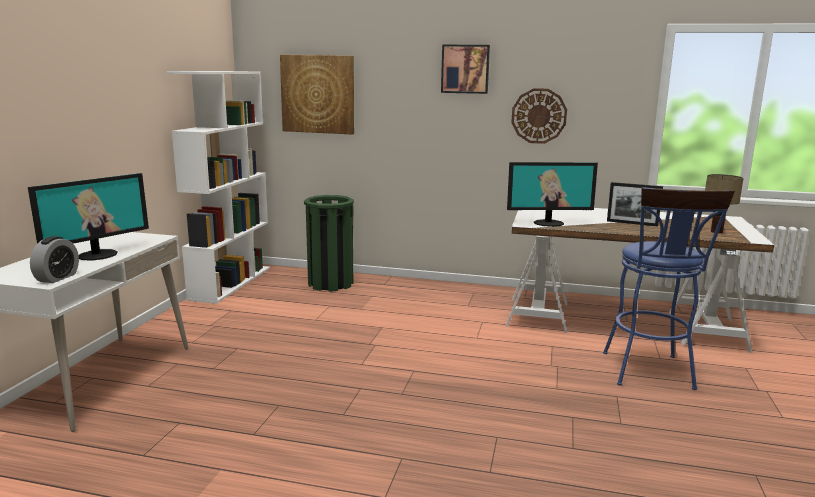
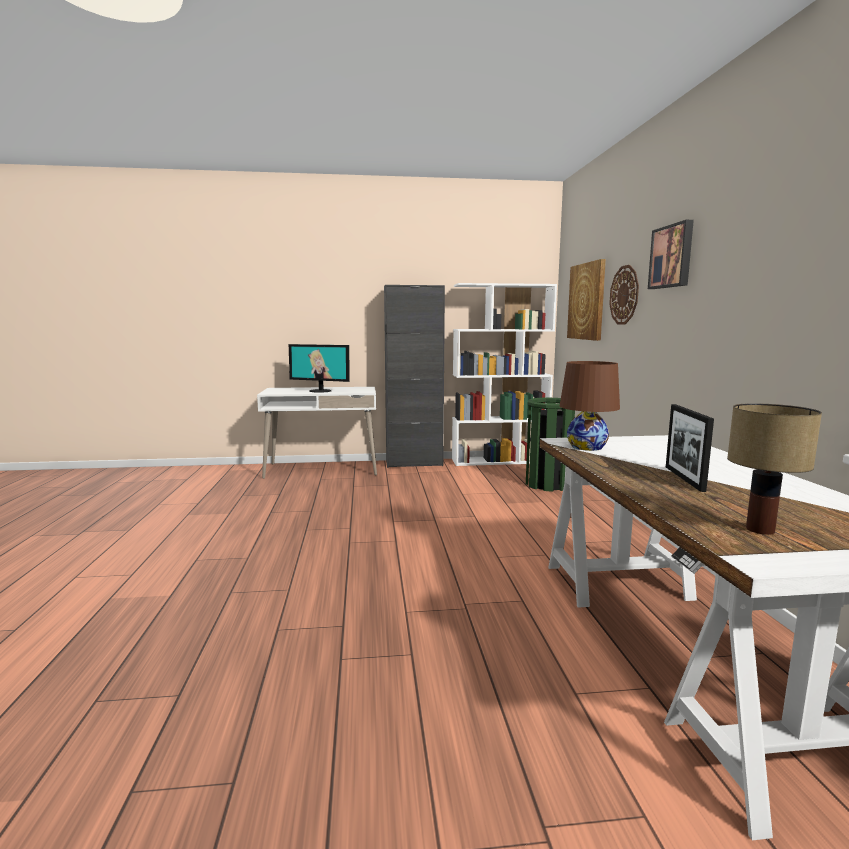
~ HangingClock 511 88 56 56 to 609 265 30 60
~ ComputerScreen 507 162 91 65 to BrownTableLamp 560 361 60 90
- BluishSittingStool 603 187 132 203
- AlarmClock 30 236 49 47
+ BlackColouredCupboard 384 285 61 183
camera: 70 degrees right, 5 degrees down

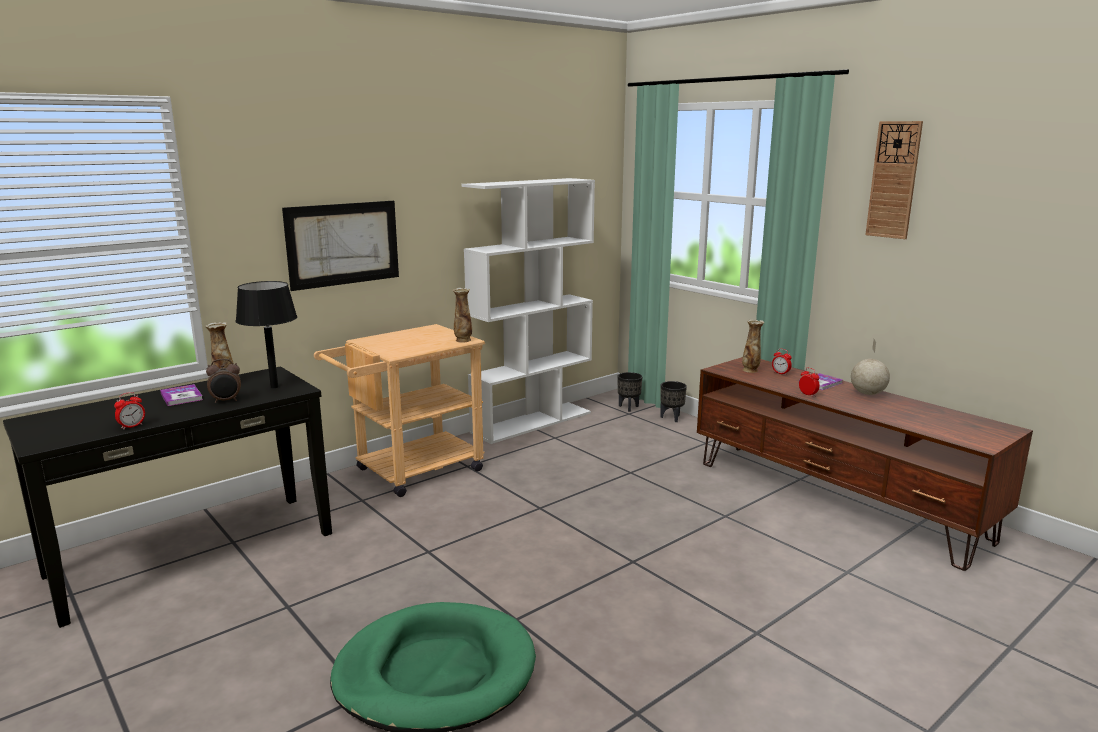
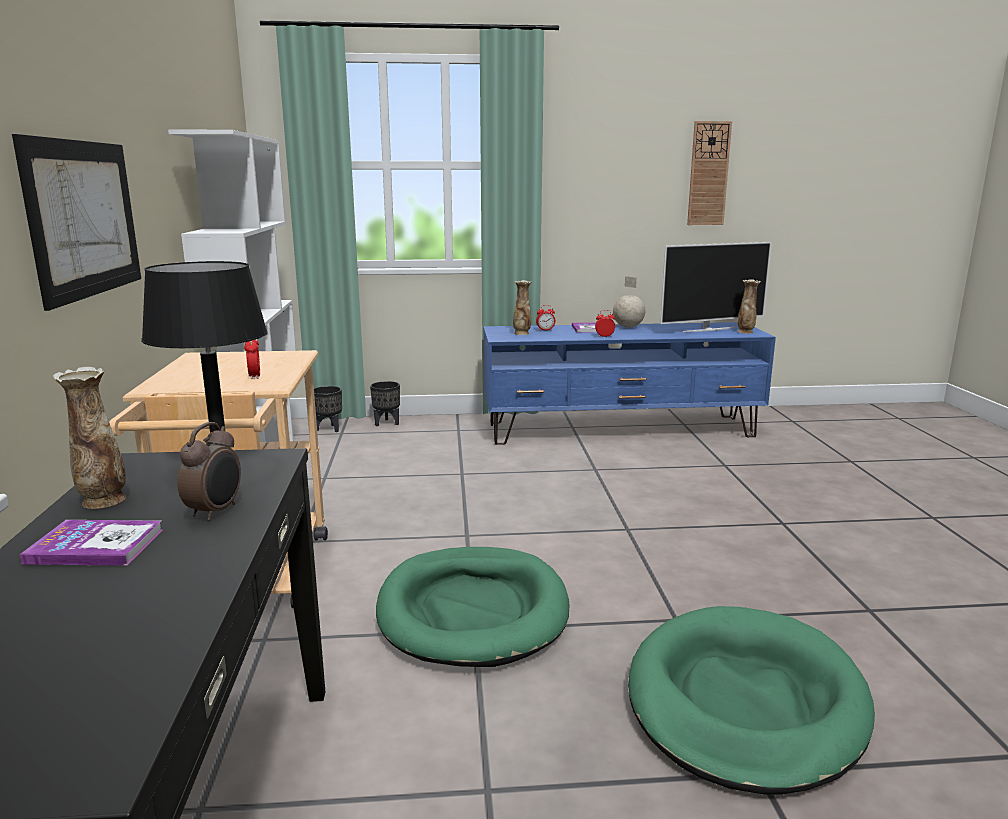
~ HangingClock 865 121 58 118 to 687 121 45 104
~ Vase 453 288 19 55 to 737 279 24 55
~ BrownTvStand 697 357 336 214 to BluishTvStand 484 322 292 123
~ AlarmClock 114 392 31 38 to 244 340 16 39
+ Tv 660 242 111 90
+ GreenColouredPetBed 376 547 193 120
camera: 55 degrees left, 0 degrees up

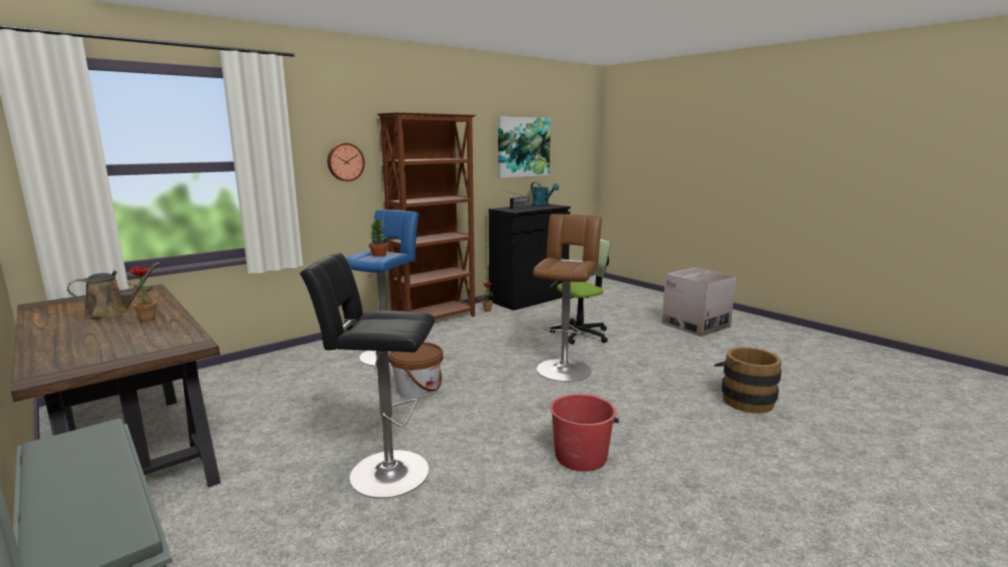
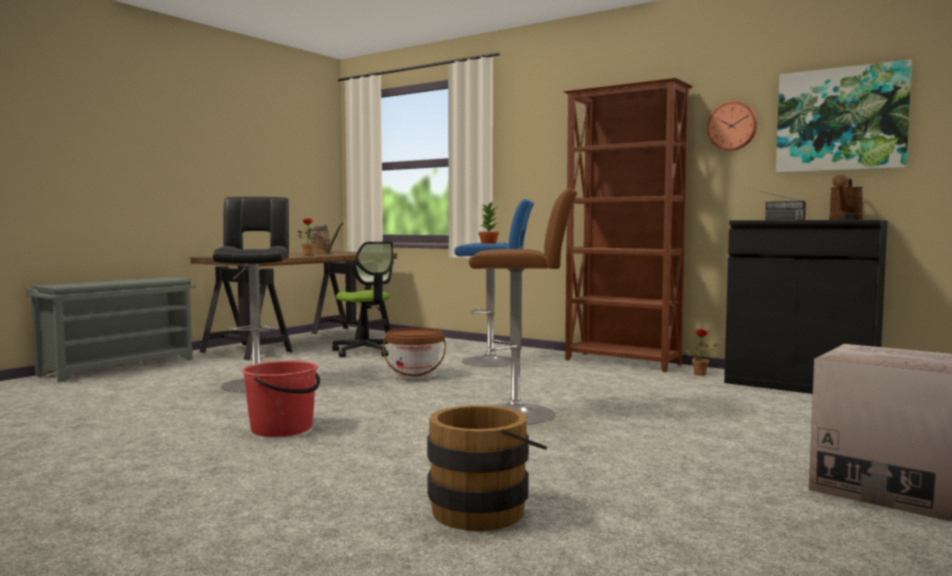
~ HangingClock 327 143 38 38 to 707 101 50 50
~ BlueGreenWateringPot 531 182 28 24 to BrownWateringPot 829 175 34 45
~ DeskChair 550 239 61 105 to 332 241 62 116
camera: 75 degrees right, 10 degrees down

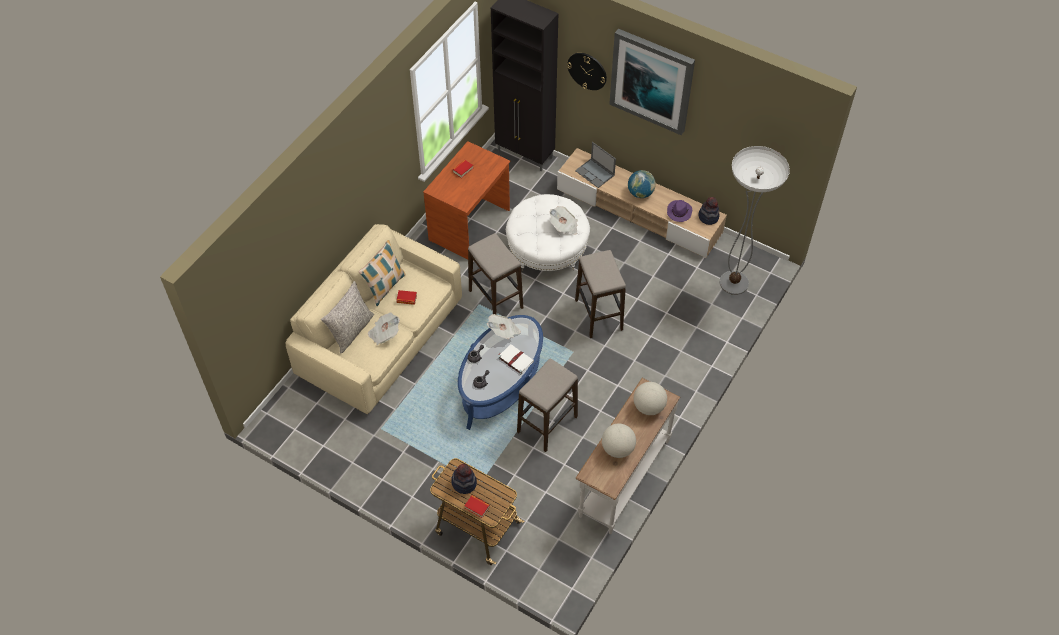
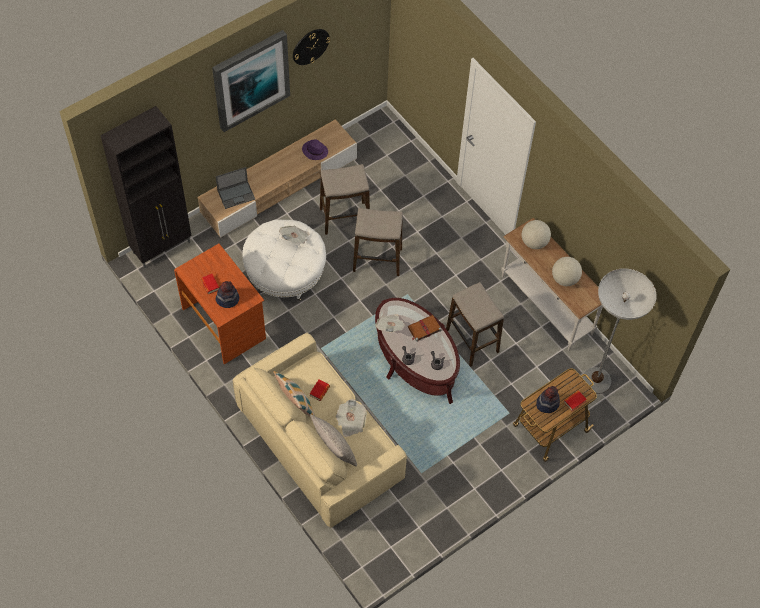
~ HangingClock 567 53 40 37 to 293 29 37 36
~ FloorLamp 720 146 70 149 to 582 269 75 125
- DeskGlobe 628 170 28 28
~ Hat 698 197 22 28 to 215 281 24 27
~ SittingStool 468 233 55 81 to 320 164 50 71
~ BluishCoffeeTable 458 315 85 115 to BrownCoffeeTable 375 298 85 106
~ WhitishBoundBook 498 344 36 31 to BrownBoundBook 408 315 33 27
camera: 70 degrees left, 5 degrees up

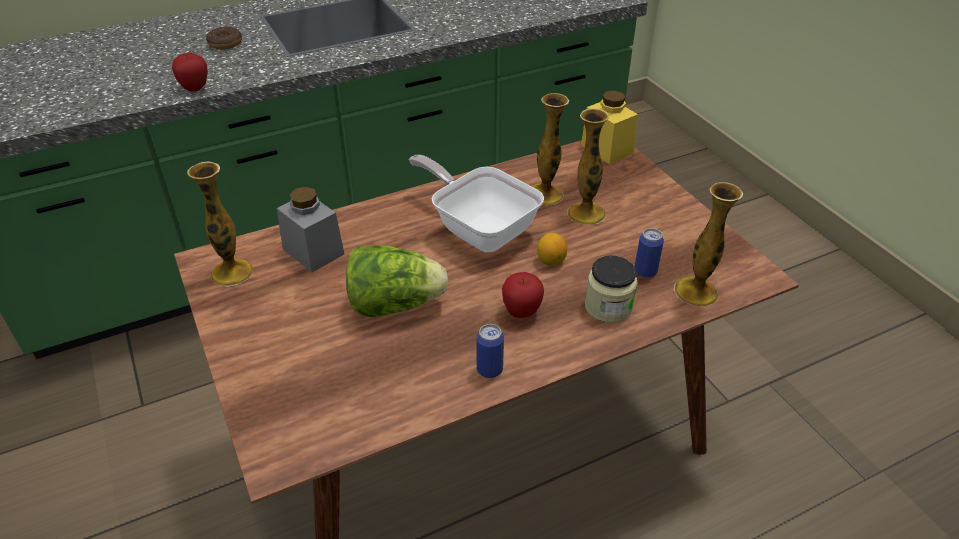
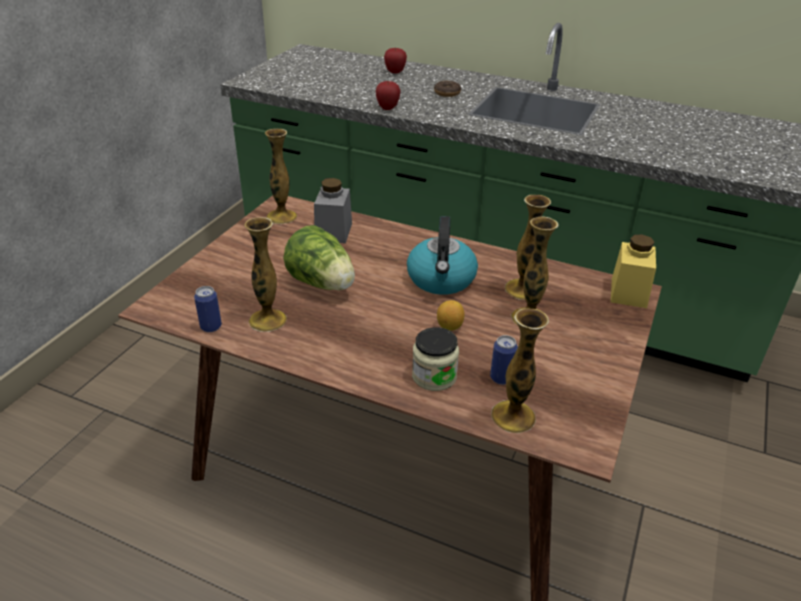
~ Pan 409 155 135 97 to Kettle 407 216 71 79
~ WholeApple 502 272 42 46 to 384 47 23 26
~ Can 477 324 27 54 to 194 286 28 46
+ Vase 245 217 42 115
camera: 50 degrees right, 5 degrees down

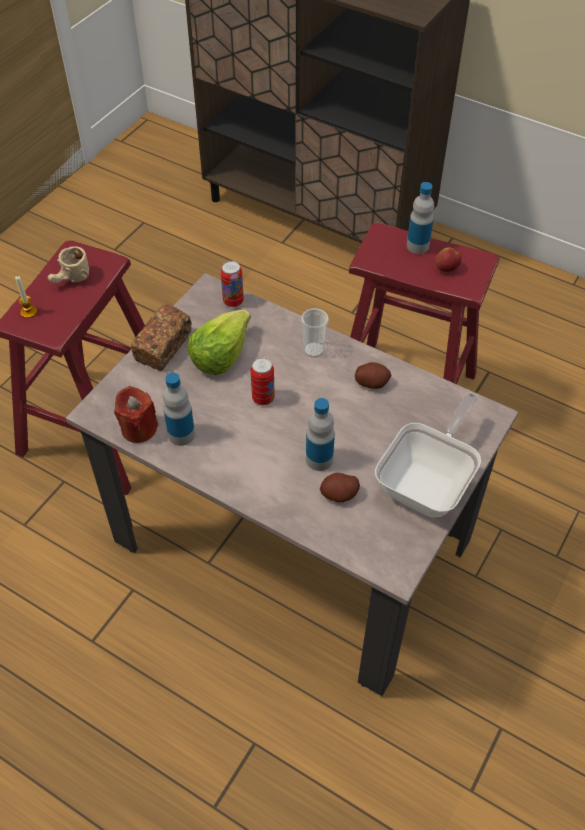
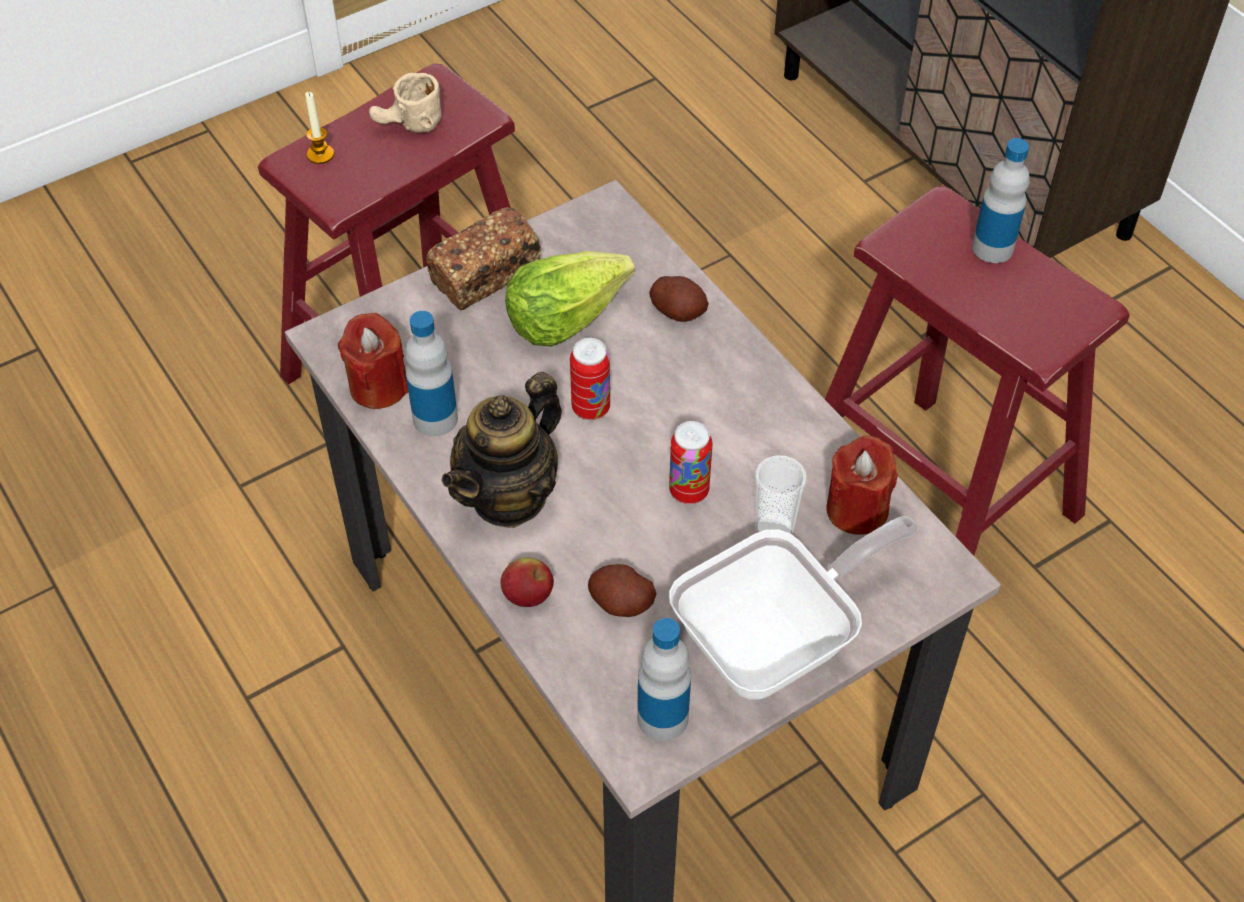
~ WholeApple 436 247 25 25 to 500 557 54 50
~ Can 221 261 23 46 to 669 421 44 83
~ Cup 301 308 28 50 to 755 455 52 79
~ Potato 355 362 37 27 to 649 276 60 46
~ DrinkBottle 306 398 29 73 to 637 618 54 123
+ Teapot 441 372 121 156
+ ReddishWaxCandle 826 436 72 99
camera: 25 degrees right, 0 degrees up

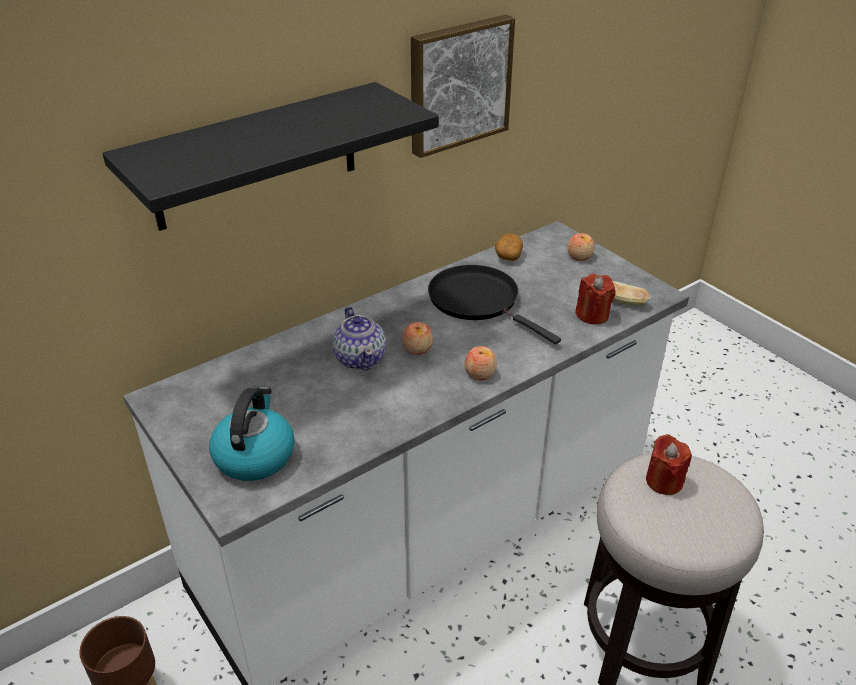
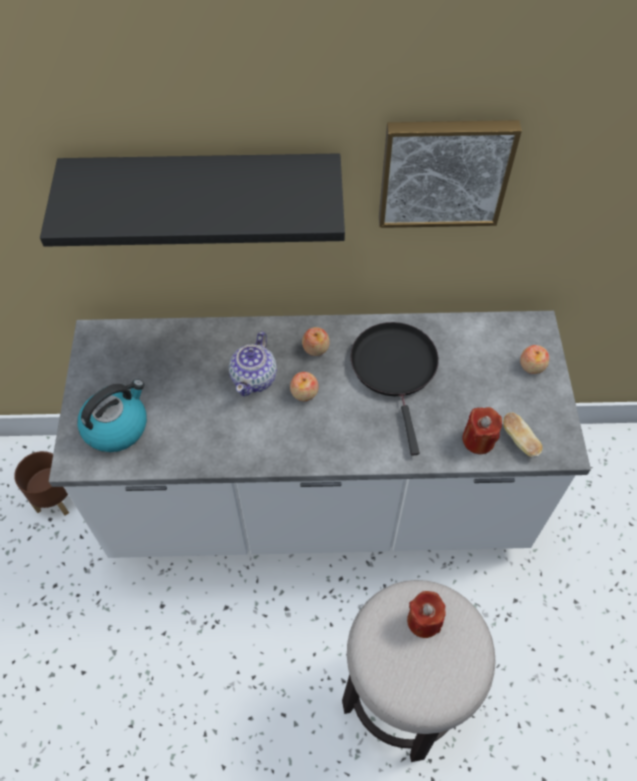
- Potato 495 233 28 28
~ WholeApple 464 346 33 34 to 302 327 28 29
camera: 35 degrees right, 20 degrees up

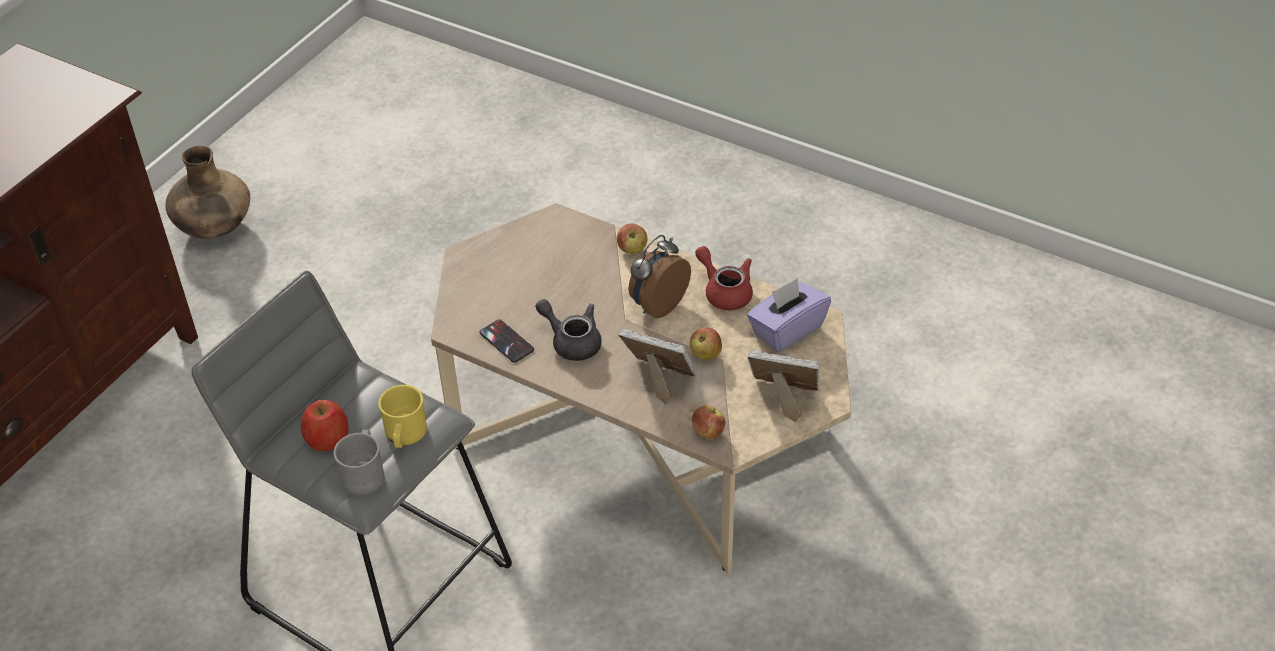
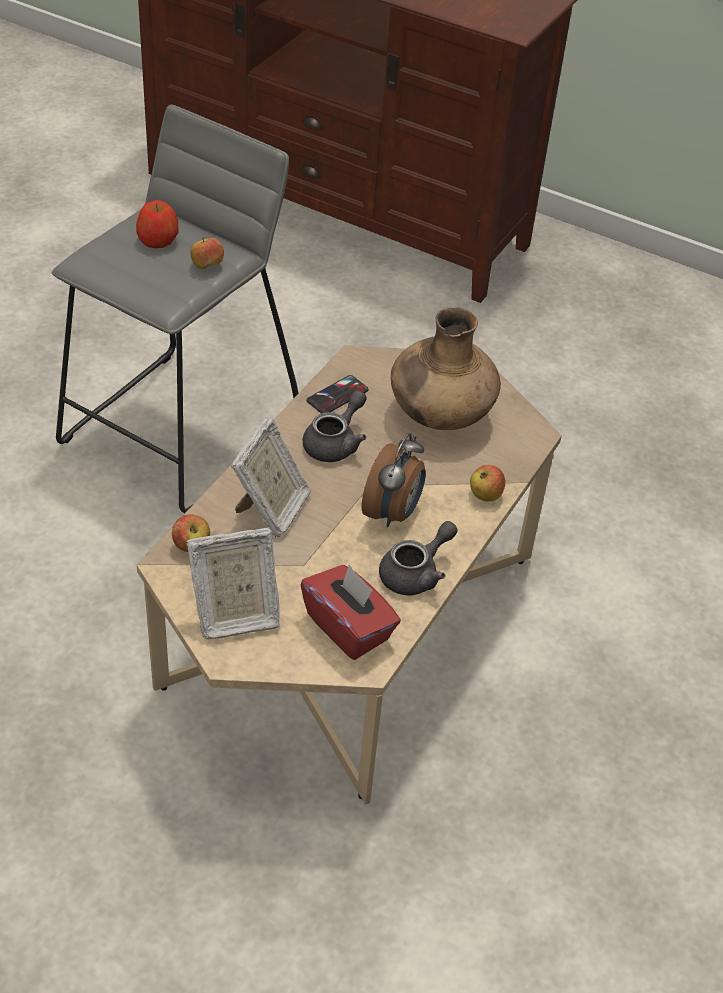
~ BrownVase 165 146 85 93 to 391 307 110 123
~ AlarmClock 628 235 63 83 = 362 433 64 94 75 degrees clockwise
~ ReddishTeapot 695 246 58 64 to GrayTeapot 379 521 79 74
~ PurplishTissueBox 747 278 84 75 to ReddishTissueBox 300 564 101 96
~ WholeApple 690 327 32 33 to 190 237 34 32
~ PhotoFrame 747 350 73 72 = 186 527 94 112 60 degrees clockwise
- YellowishTeaMug 378 385 49 63
- GrayTeaMug 334 430 50 65
camera: 85 degrees right, 0 degrees up

